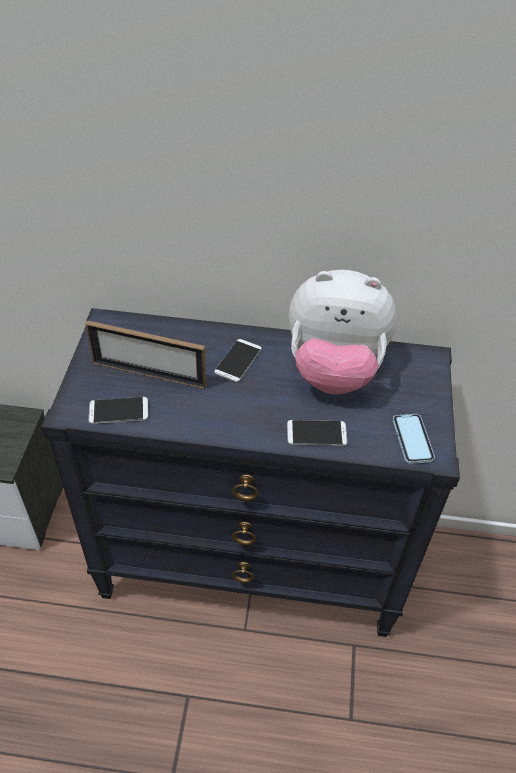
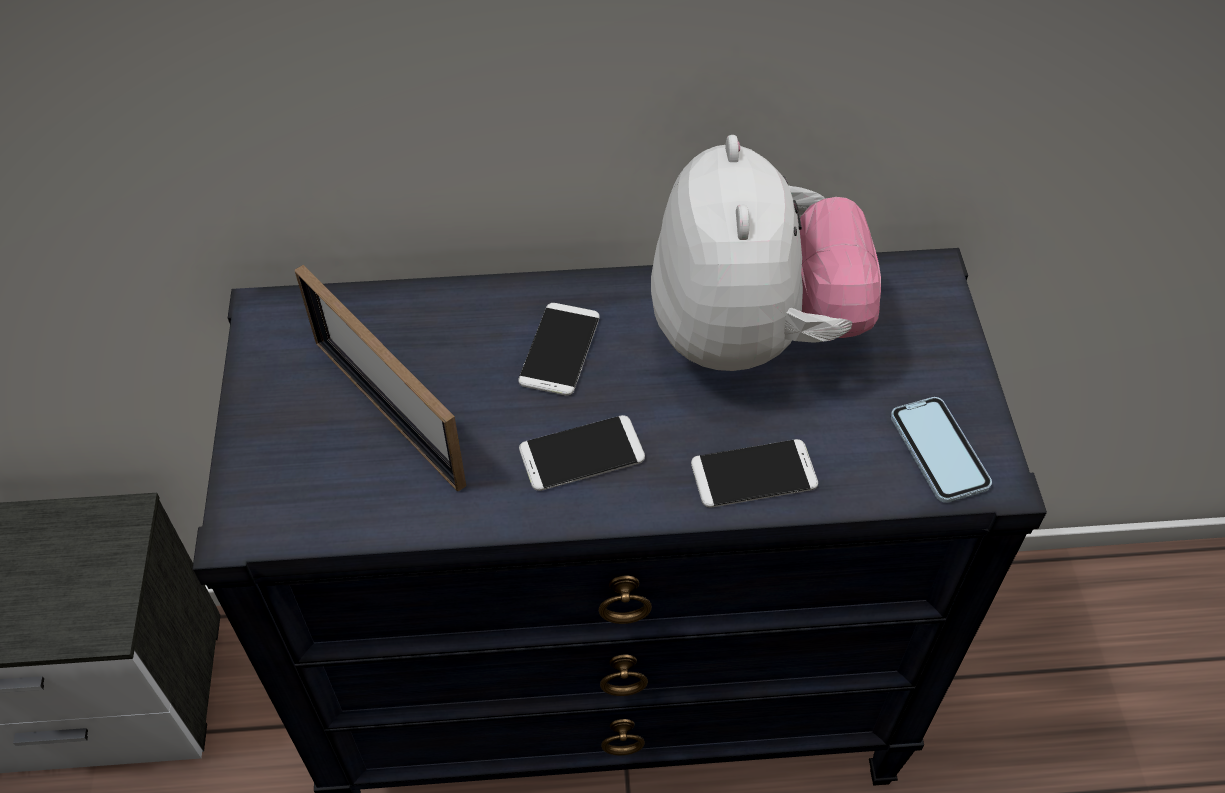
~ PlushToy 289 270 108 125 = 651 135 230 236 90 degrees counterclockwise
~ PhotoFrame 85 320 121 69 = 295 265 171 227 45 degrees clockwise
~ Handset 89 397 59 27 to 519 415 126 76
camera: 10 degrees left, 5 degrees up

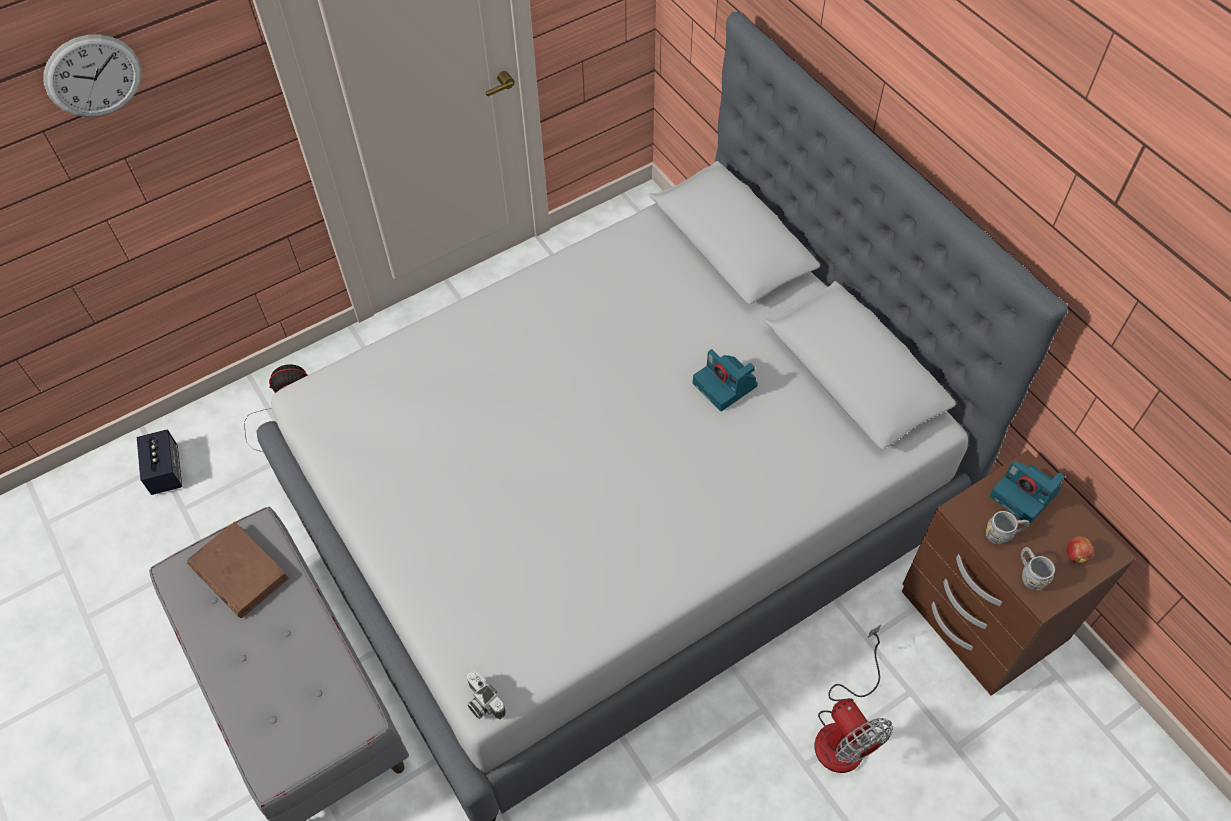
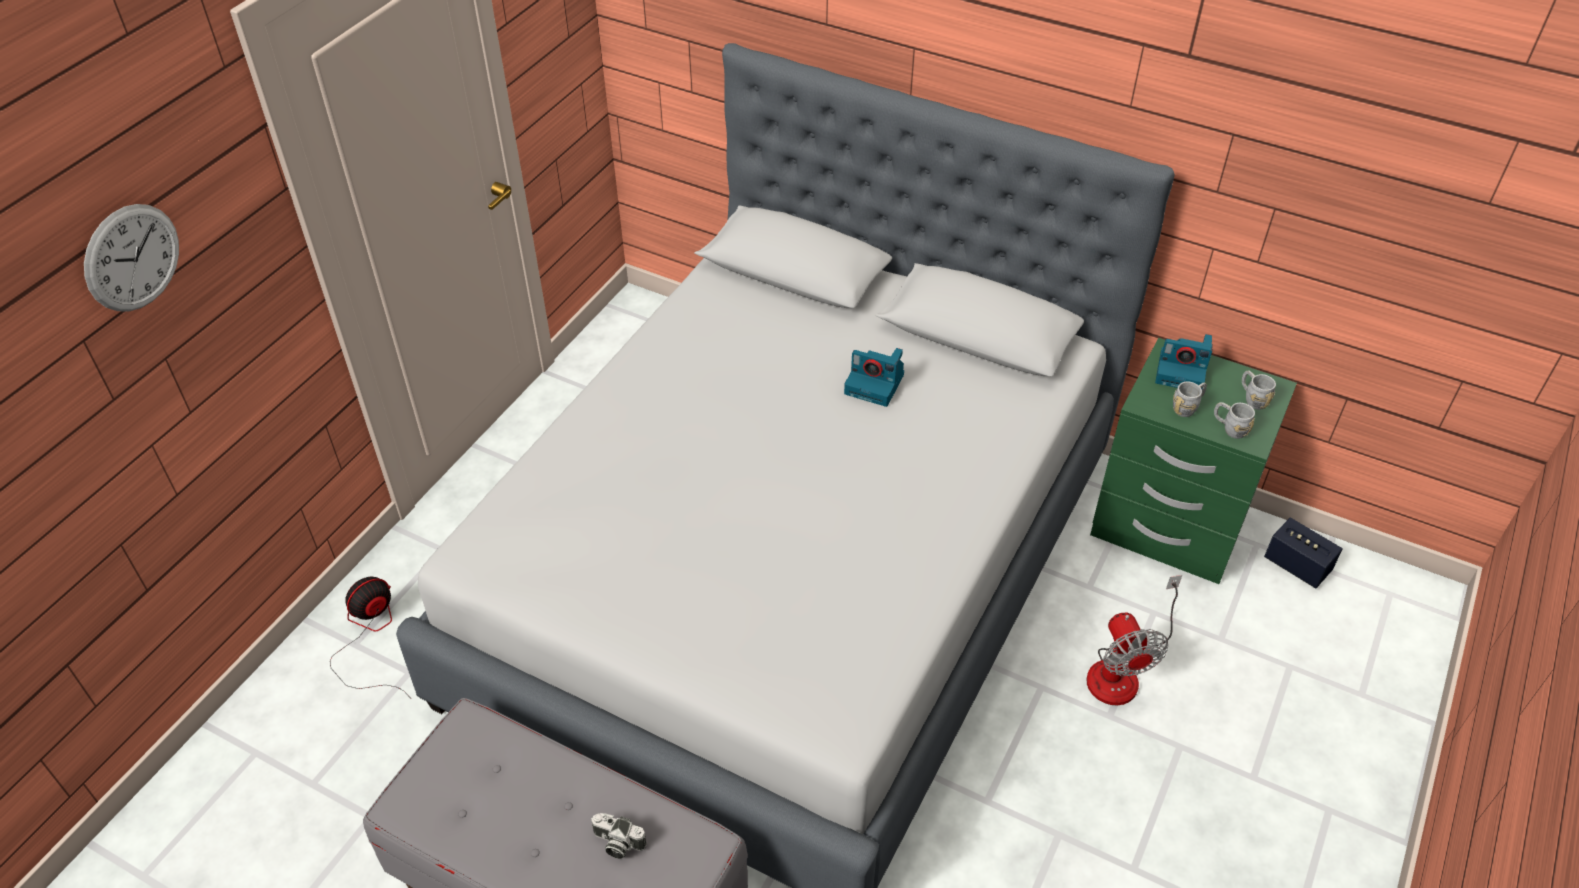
~ Speaker 137 430 45 65 to 1264 518 79 71
~ BrownNightstand 901 450 235 246 to GreenColouredNightstand 1090 338 207 246
- BrownBoundBook 187 522 102 96
~ WholeApple 1067 536 26 27 to GrayTeaMug 1242 371 34 39
~ CoolingFan 814 625 79 148 = 1086 575 96 130 45 degrees clockwise
~ StillCamera 467 671 39 48 to 591 813 56 46
camera: 30 degrees left, 10 degrees down

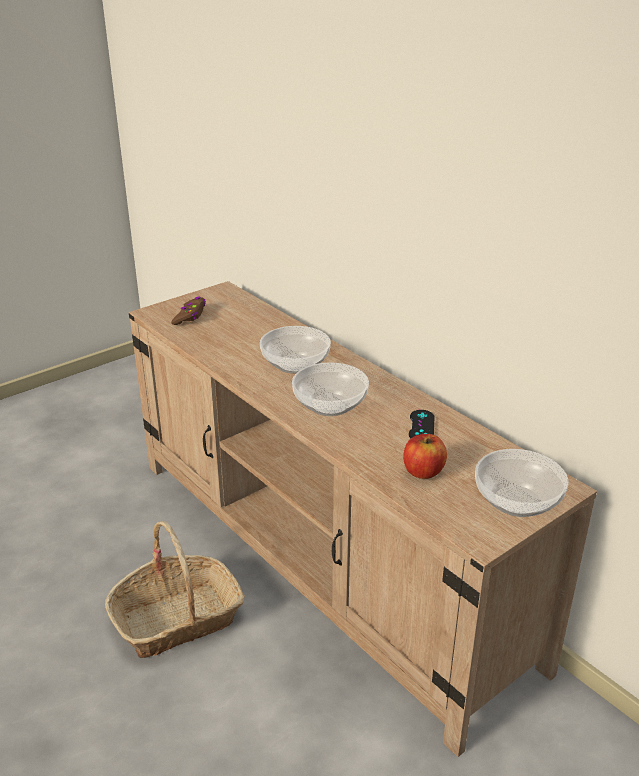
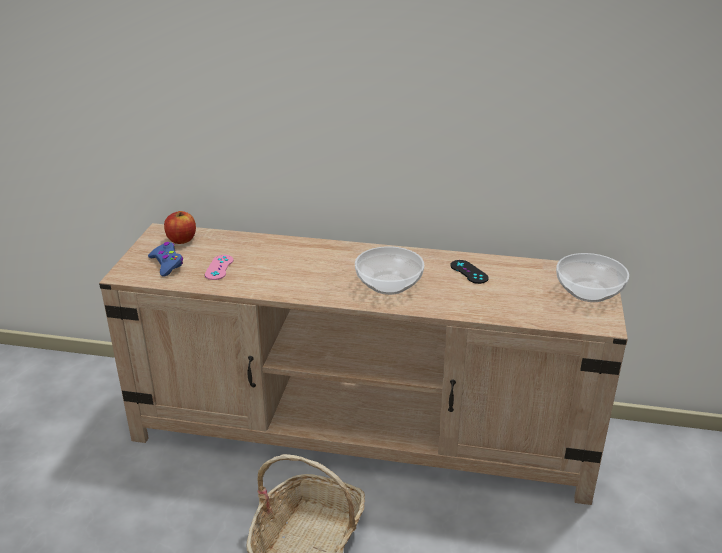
~ BrownGamepad 171 297 35 28 to BluishGamepad 148 242 35 35
- DeepDish 260 326 71 48
~ WholeApple 403 434 44 45 to 164 211 32 33
+ PinkishGamepad 205 255 28 25
camera: 40 degrees left, 0 degrees up

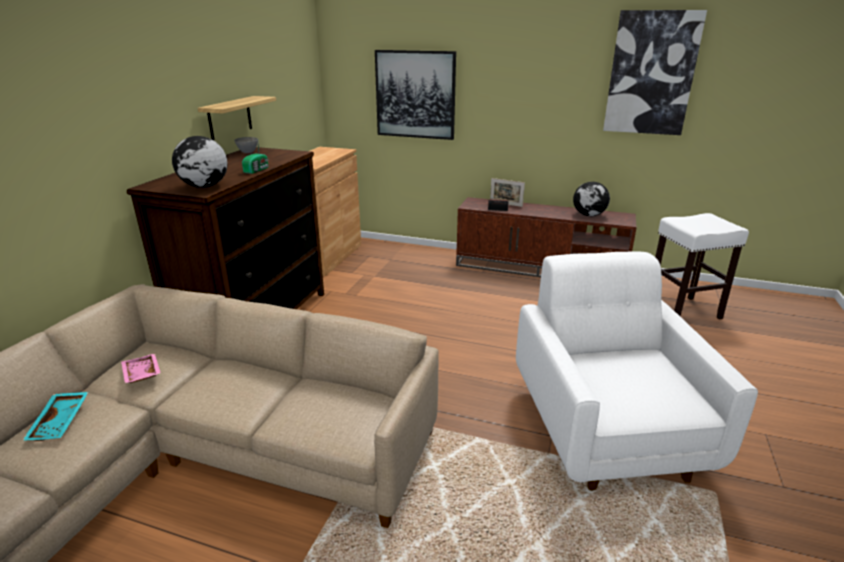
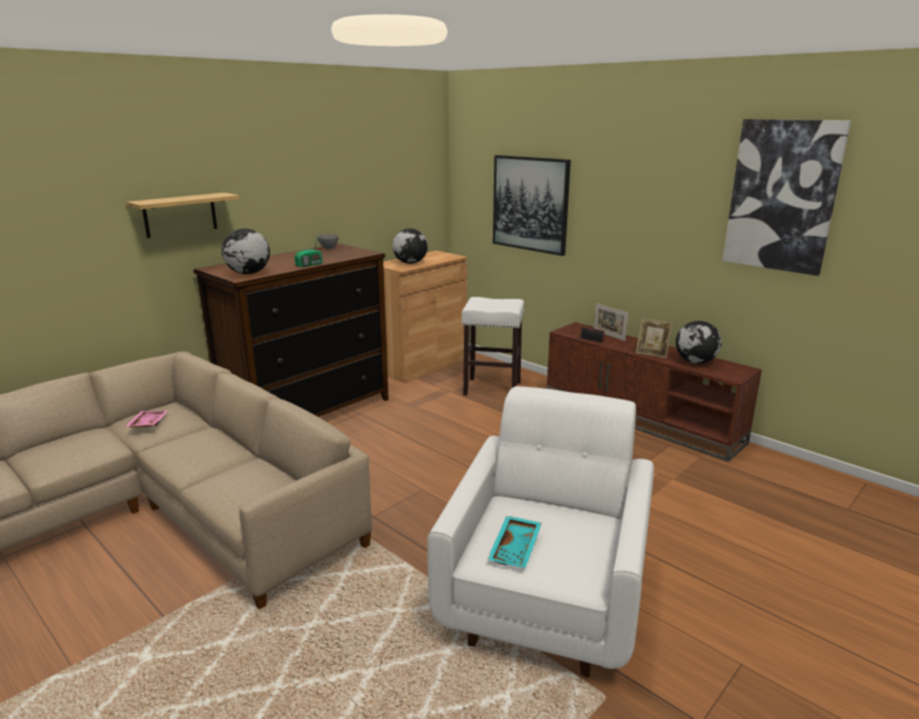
~ Shelf 198 96 78 44 to 126 193 113 45
~ WhitishSittingStool 655 213 94 106 to 462 297 62 99
~ BlueGreenCarryingTray 22 392 67 49 to 487 516 55 52
+ DeskGlobe 392 228 36 36
+ PhotoFrame 636 318 37 40
camera: 25 degrees right, 5 degrees down

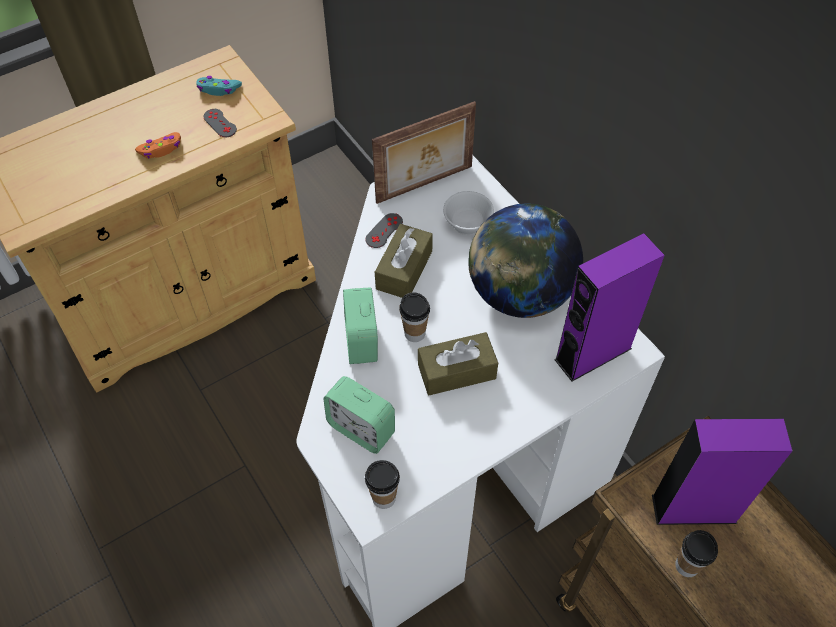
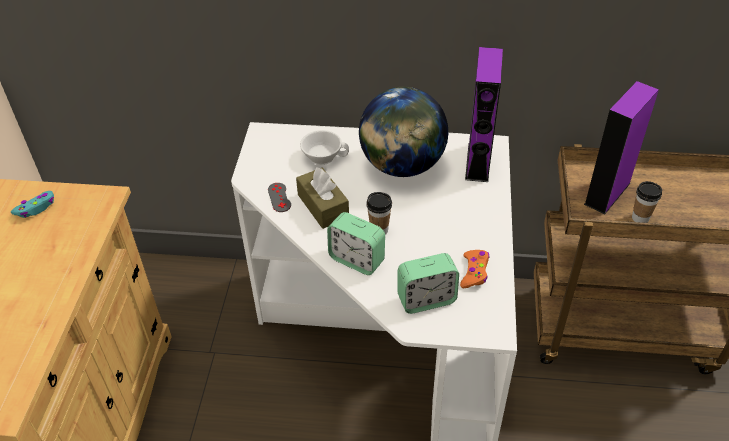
- PhotoFrame 372 101 104 103
- GrayGamepad 203 109 34 28
~ OrangeyGamepad 135 132 46 27 to 460 250 30 38
- BrownTissueBox 418 332 80 63
- Cup 365 460 35 49
camera: 50 degrees left, 10 degrees down

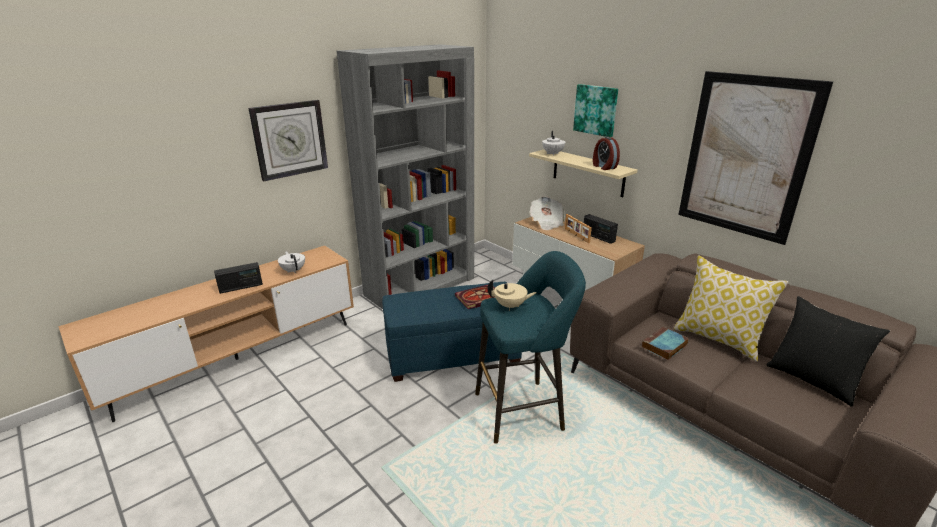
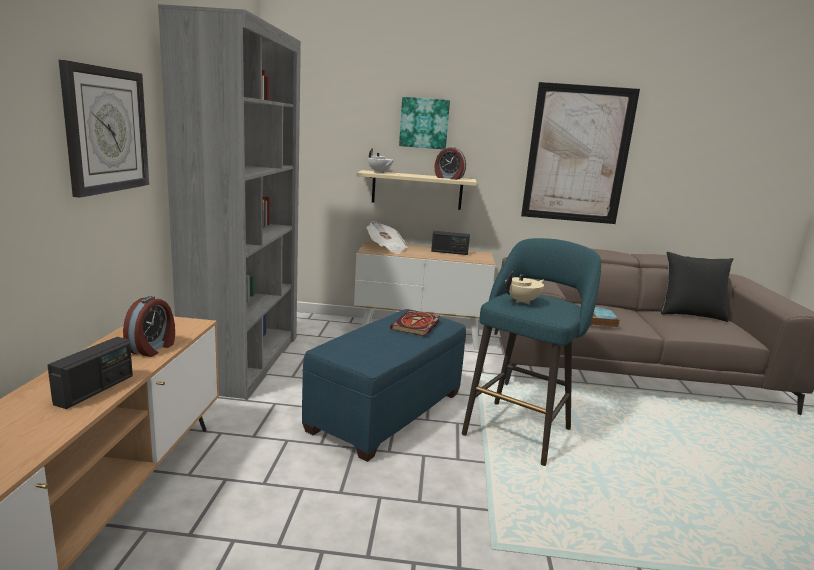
- PhotoFrame 565 214 27 29
~ WhitishTeapot 278 251 27 22 to AlarmClock 123 296 52 61
- Cushion 674 255 114 107
camera: 45 degrees left, 10 degrees down

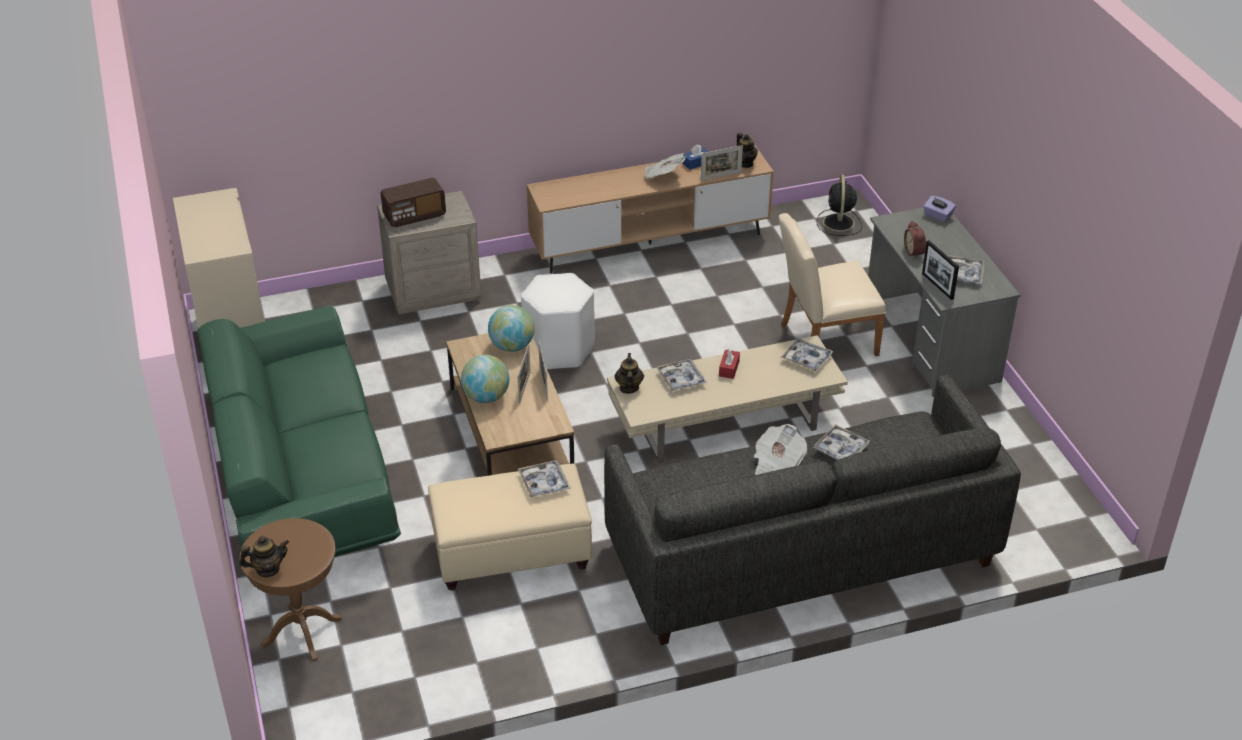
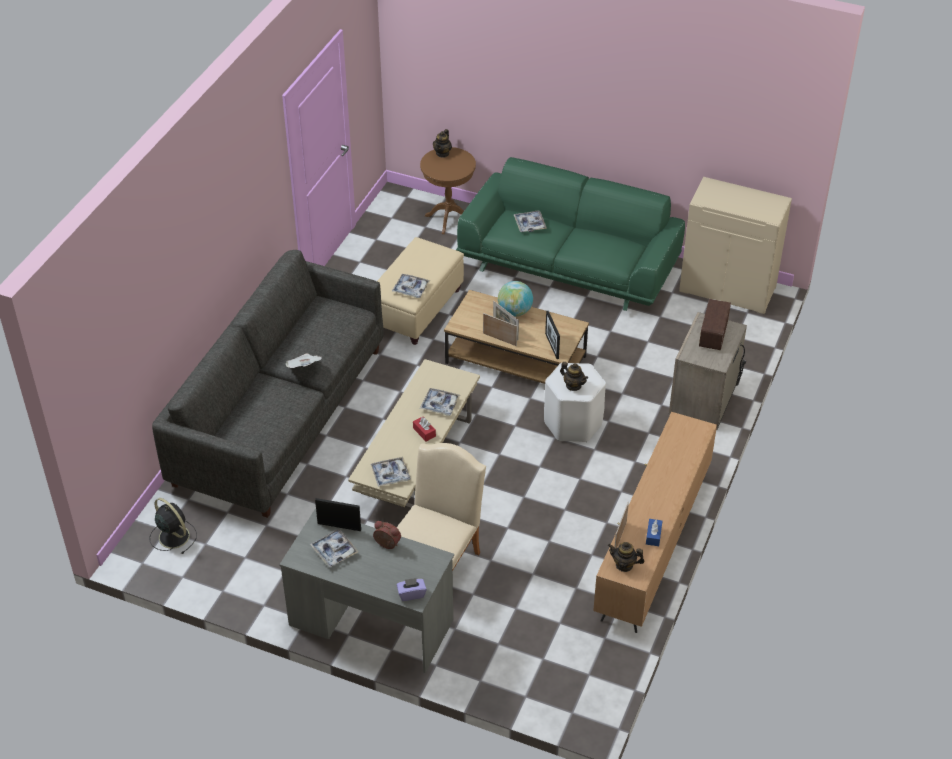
- Newspaper 644 153 42 26
~ BlackColouredCoolingFan 817 174 45 62 to 150 498 47 56
~ DeskGlobe 488 305 47 47 to PhotoFrame 545 311 15 48
~ Teapot 615 353 29 41 to 560 362 28 29
~ CarryingTray 812 424 58 36 to 513 210 34 22
camera: 130 degrees right, 5 degrees up

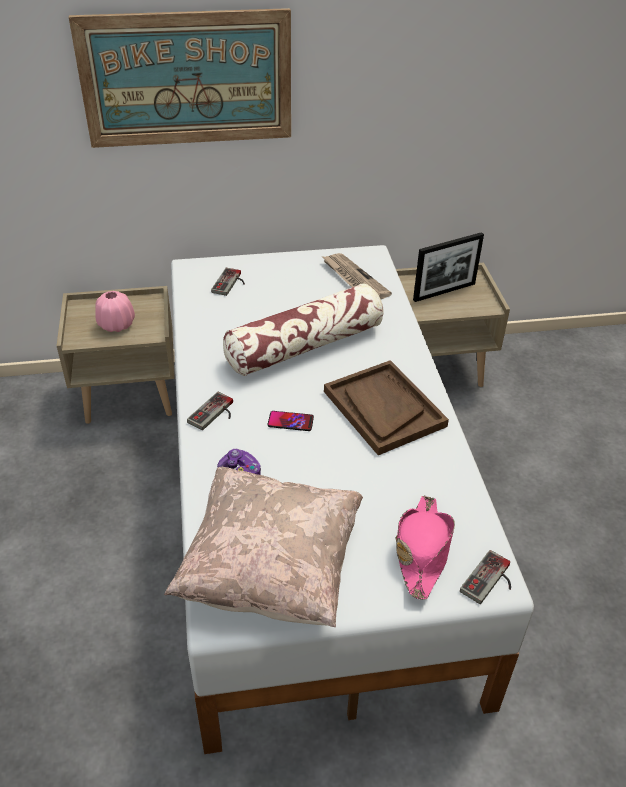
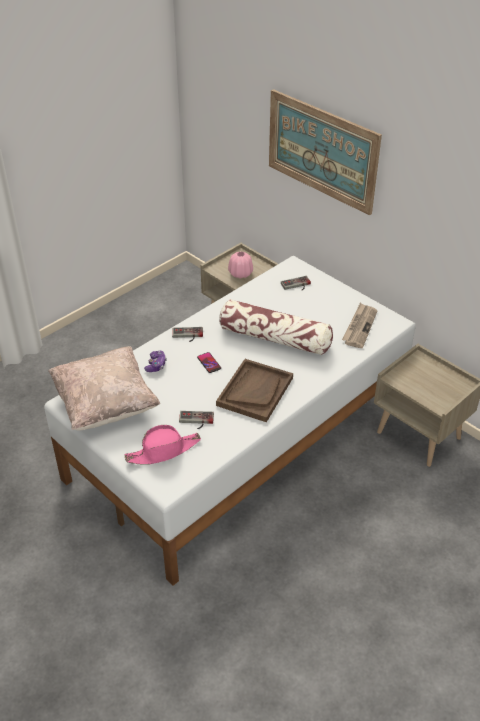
- PhotoFrame 413 232 71 70
~ Gamepad 460 550 51 54 to 179 411 35 18
camera: 55 degrees right, 0 degrees up

